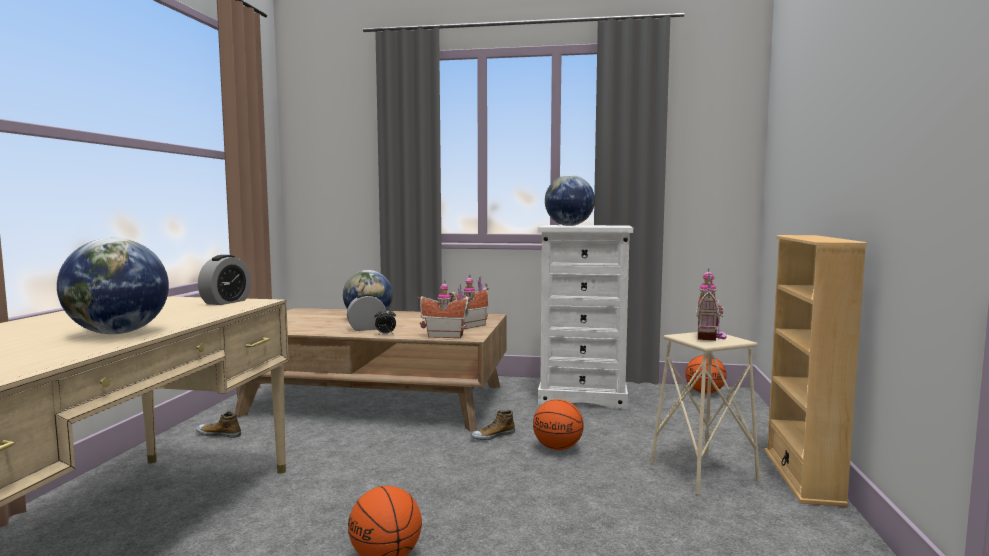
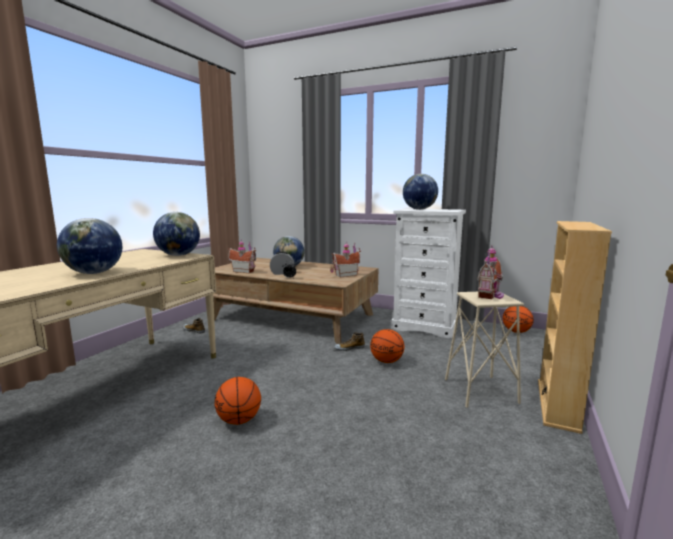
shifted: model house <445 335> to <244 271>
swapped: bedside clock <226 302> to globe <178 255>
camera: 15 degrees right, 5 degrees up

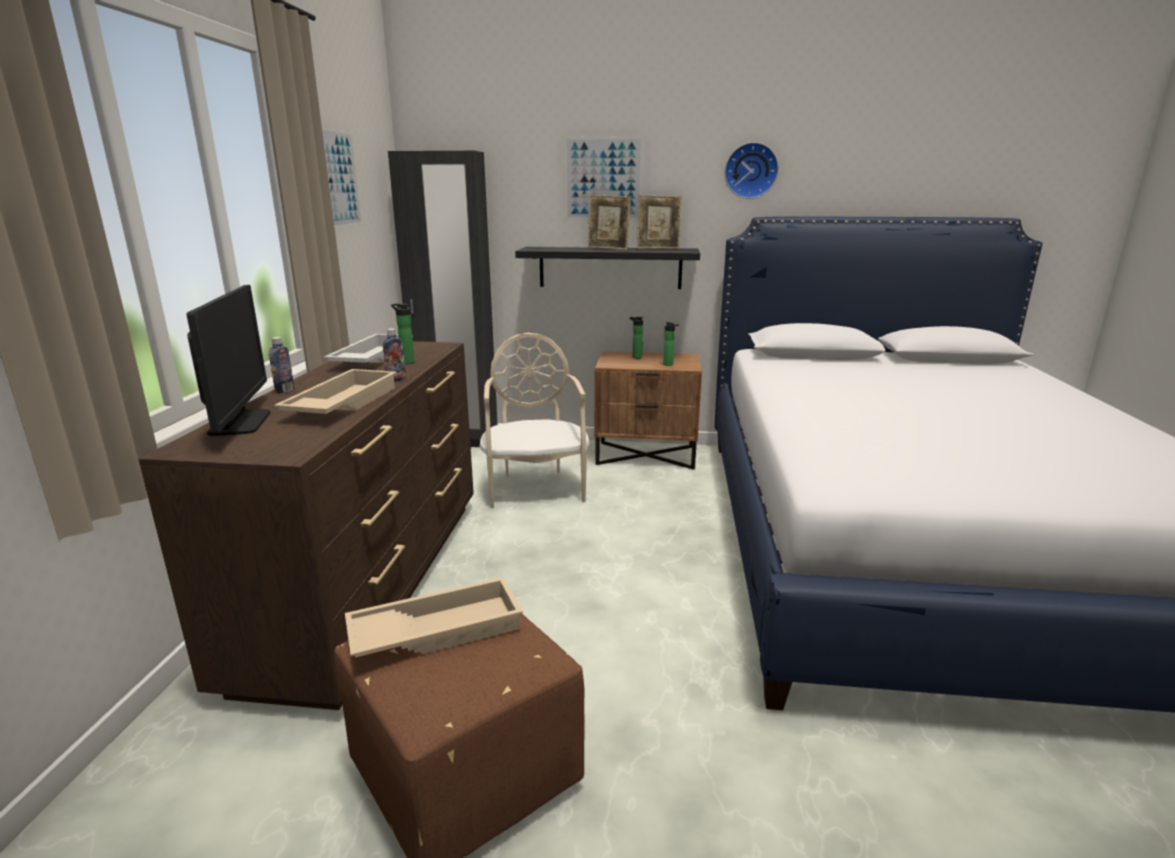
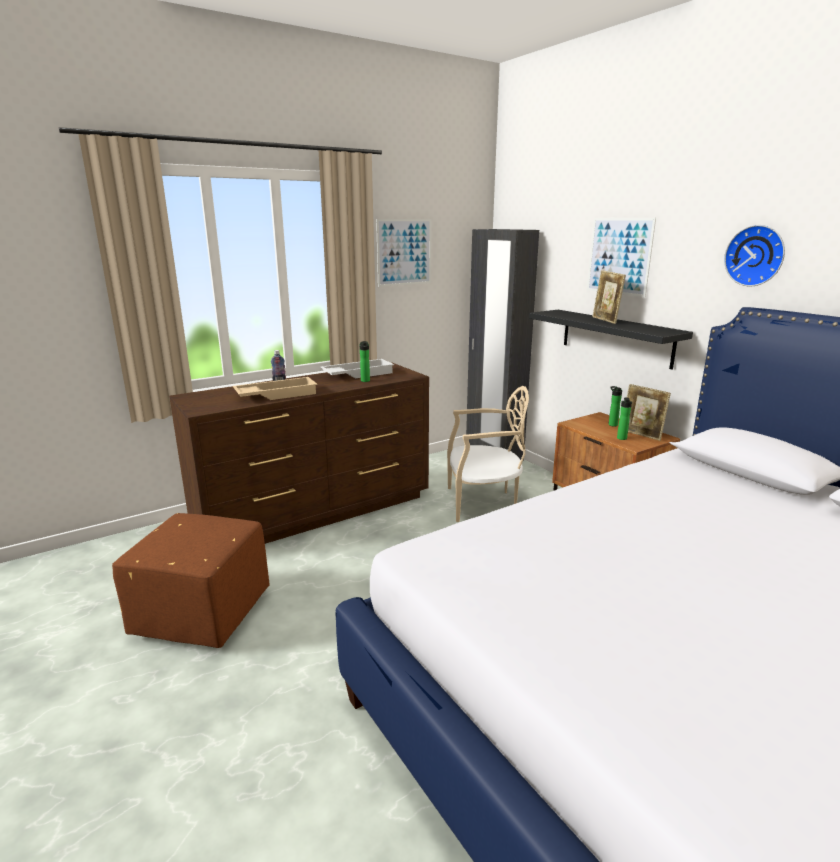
gone: computer screen <240 423>; beige-coloured carrying tray <437 629>; beverage bottle <396 379>
shifted: photo frame <658 248> to <641 435>
rotated: beige-coloured upright chair <536 487> = <483 503> 45 degrees clockwise
camera: 50 degrees right, 0 degrees up

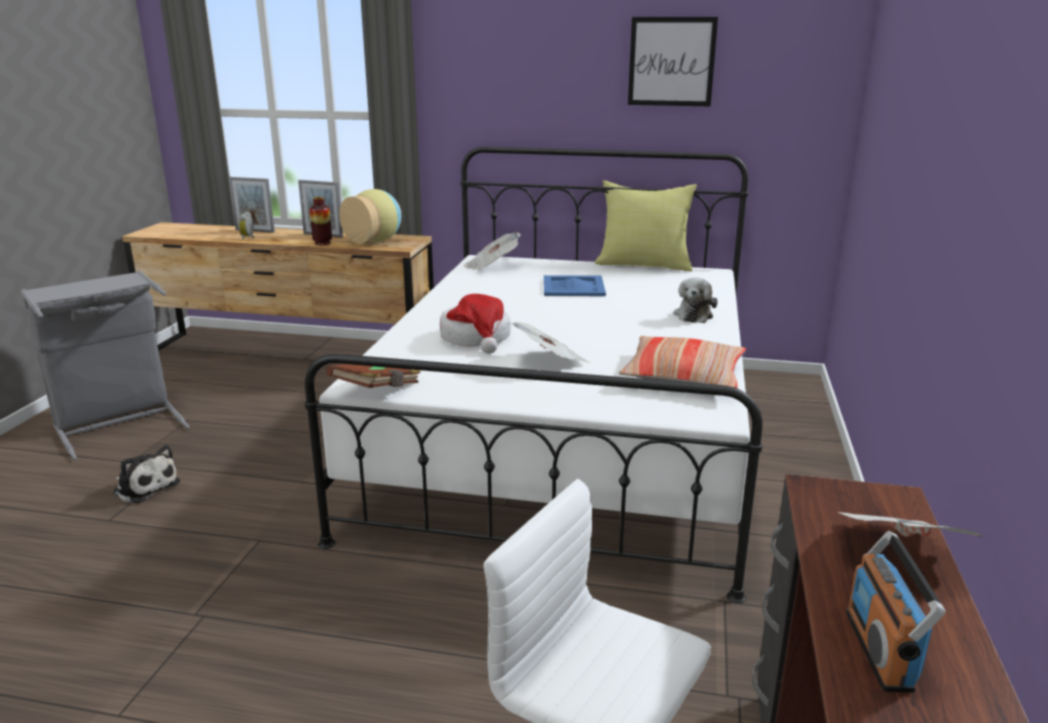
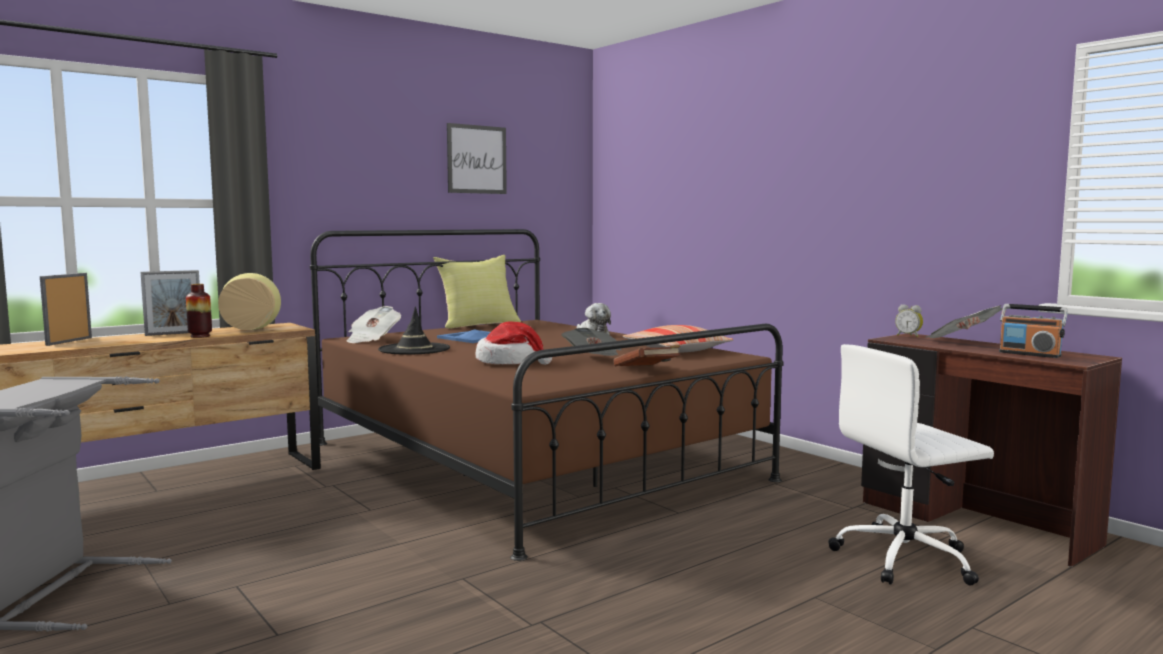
gone: cuddly toy <145 487>
new: black-coloured hat <414 349>
shifted: bedside clock <249 238> to <908 336>; brown-coloured volume <377 390> to <647 371>
repainted: white bed <565 440> to brown-coloured bed <531 461>
rotated: photo frame <255 231> = <69 341> 135 degrees clockwise
camera: 50 degrees left, 15 degrees down

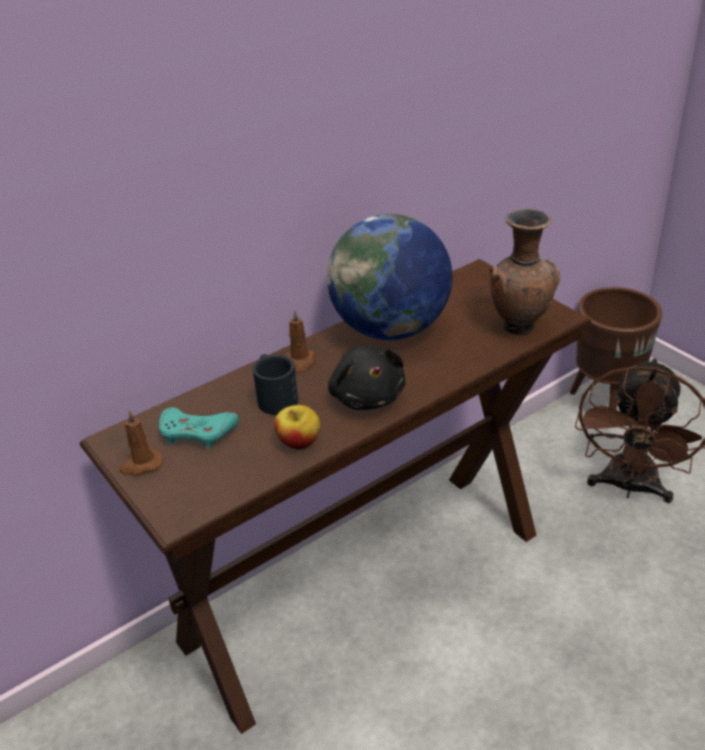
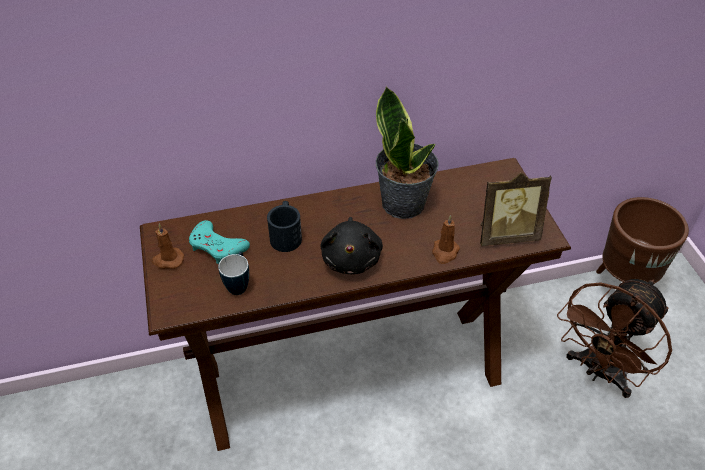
gone: apple <299 441>
new: coffee mug <239 284>
shifted: brown-coloured candle <300 362> to <445 252>
swapped: globe <391 329> to potted plant <404 203>; brown-coloured vase <519 326> to photo frame <506 235>
camera: 20 degrees right, 10 degrees up

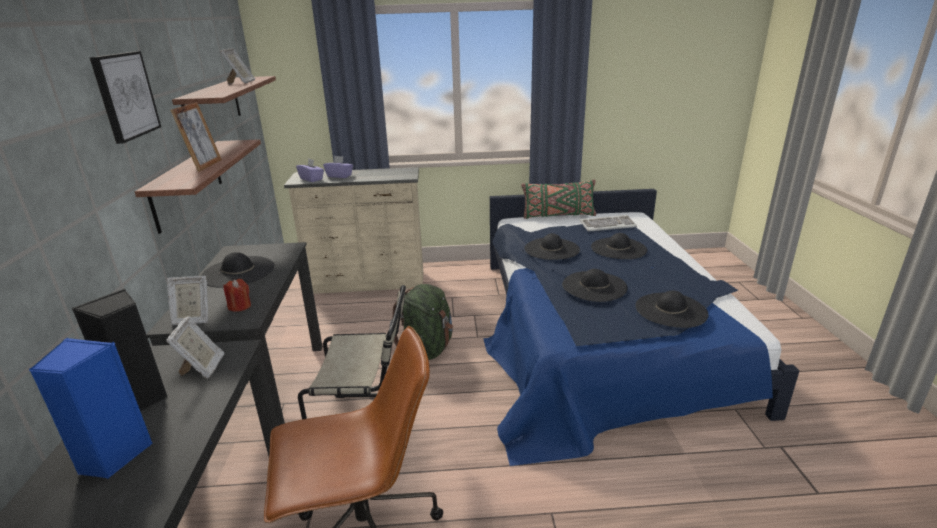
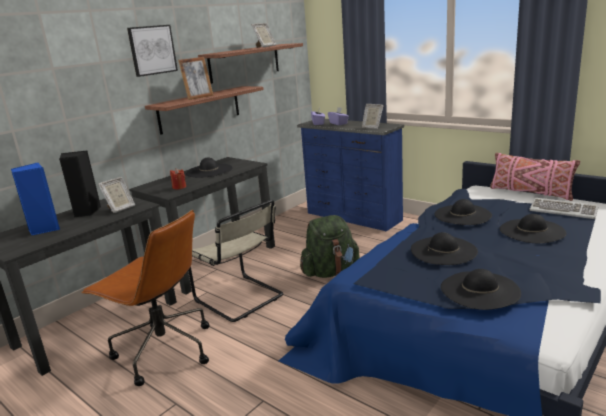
shifted: photo frame <192 319> to <372 127>
repainted: beige-coloured dresser <367 283> to blue-coloured dresser <353 217>; green-coloured throw pillow <558 215> to pinkish throw pillow <530 193>
camera: 45 degrees right, 5 degrees down

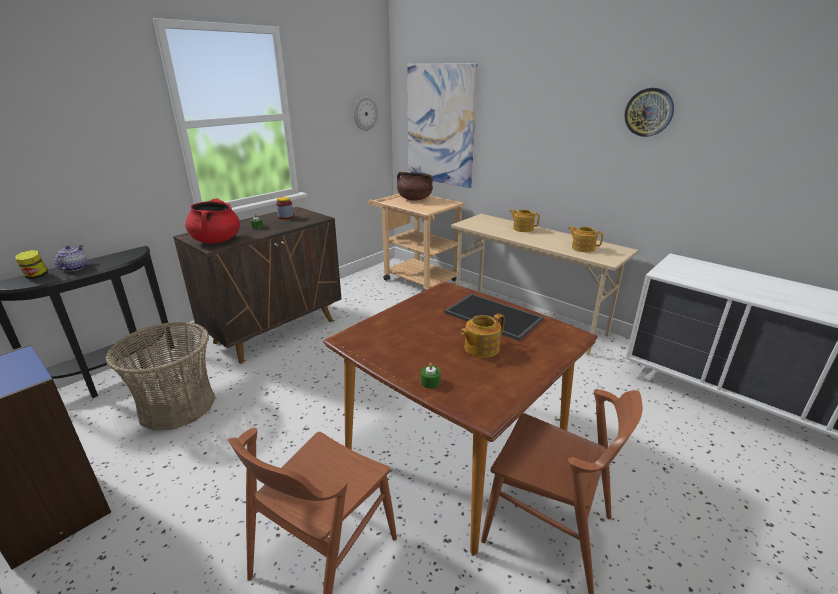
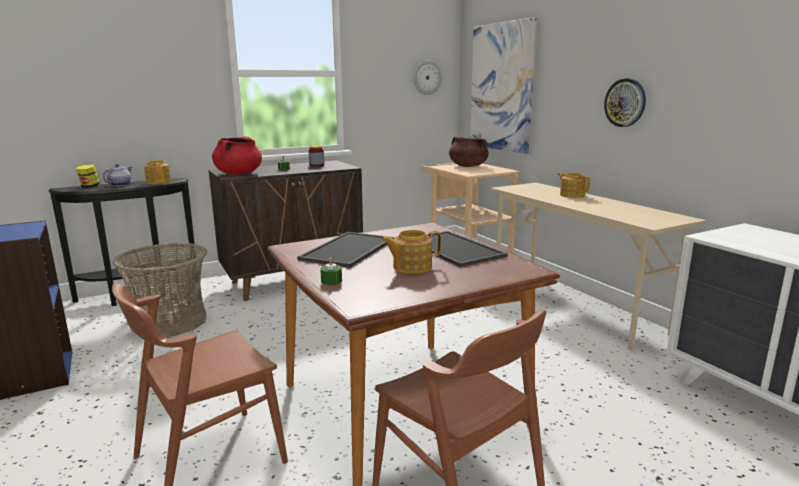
new: carrying tray <349 250>
shifted: teapot <582 248> to <159 182>; clock on the wall <649 112> to <625 103>
camera: 20 degrees right, 10 degrees down

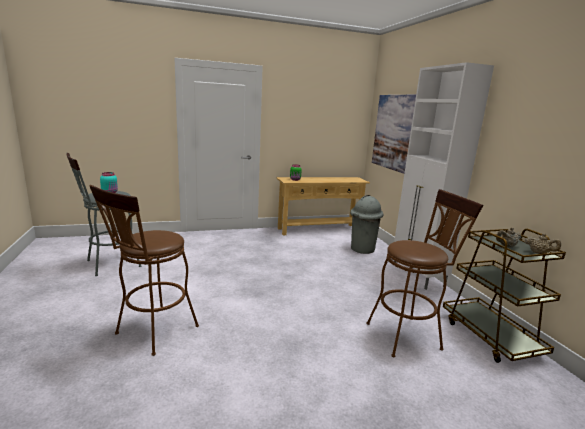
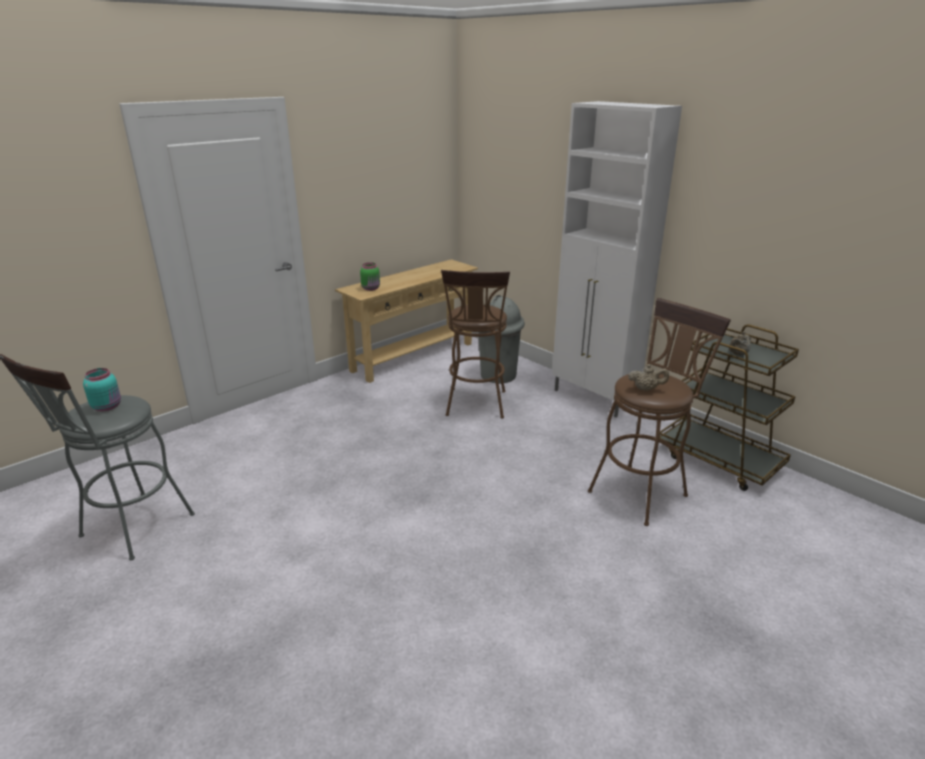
gone: wall picture <395 132>
shifted: brown-coloured stool seat <152 333> to <476 406>; beige-coloured teapot <539 253> to <646 389>
camera: 25 degrees left, 10 degrees up

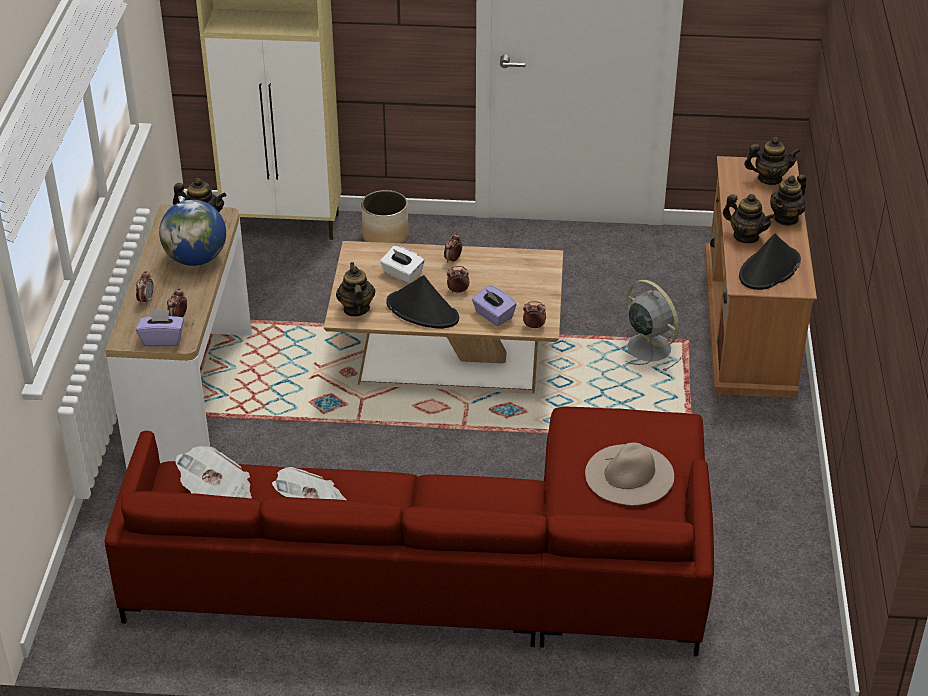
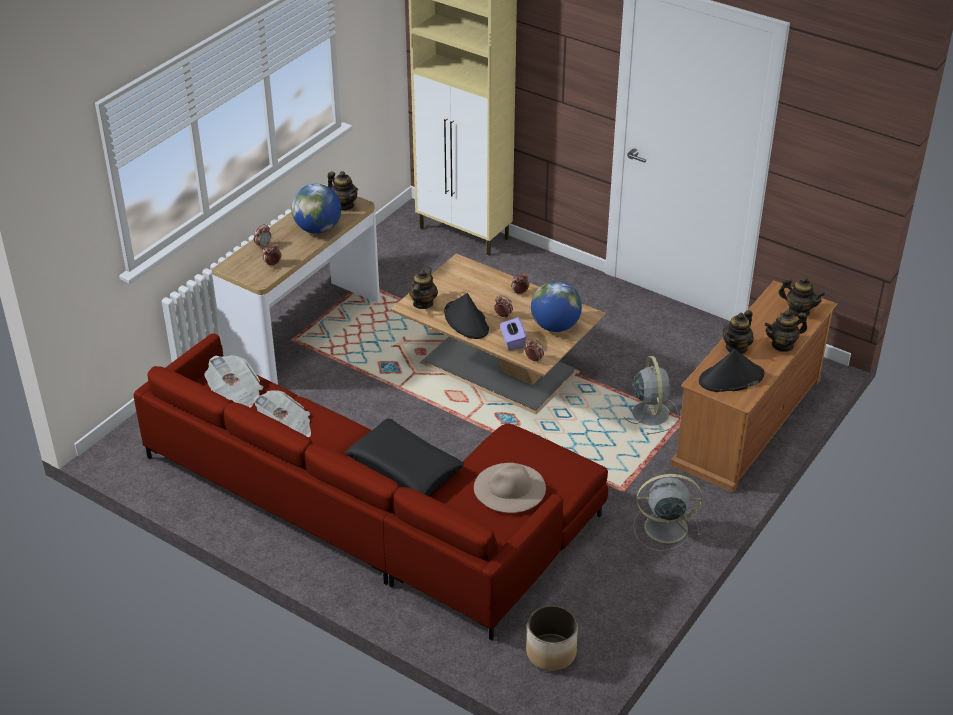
gone: purple-coloured box of tissues <162 339>; white box of tissues <402 274>
new: black-coloured throw pillow <405 468>; globe <555 326>; gray cooling fan <663 527>
shifted: plant pot <385 236> to <550 652>
rotated: teapot <746 236> = <736 348> 60 degrees clockwise
camera: 30 degrees right, 0 degrees up

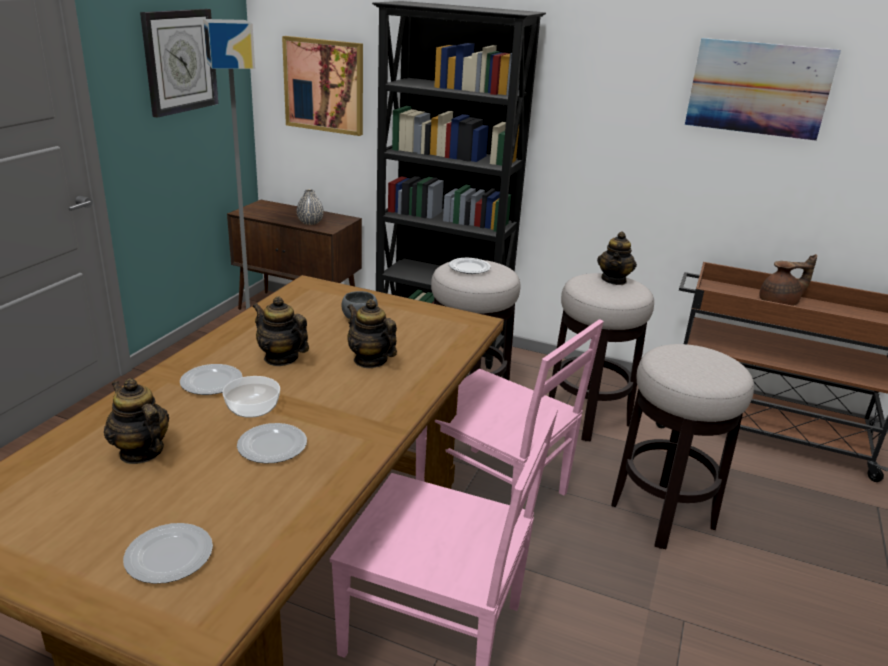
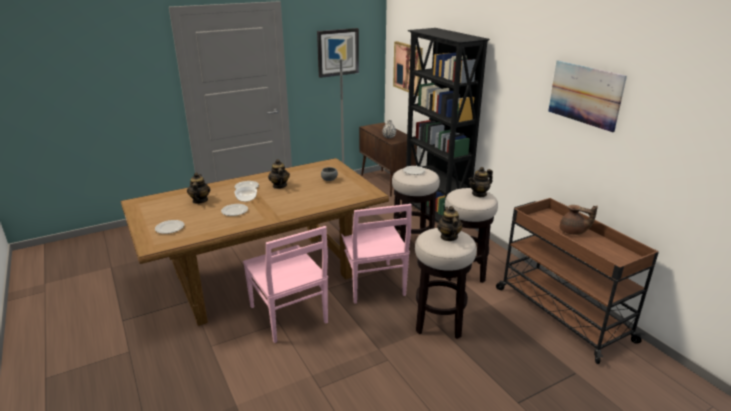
shifted: teapot <370 360> to <448 237>
camera: 40 degrees right, 0 degrees up

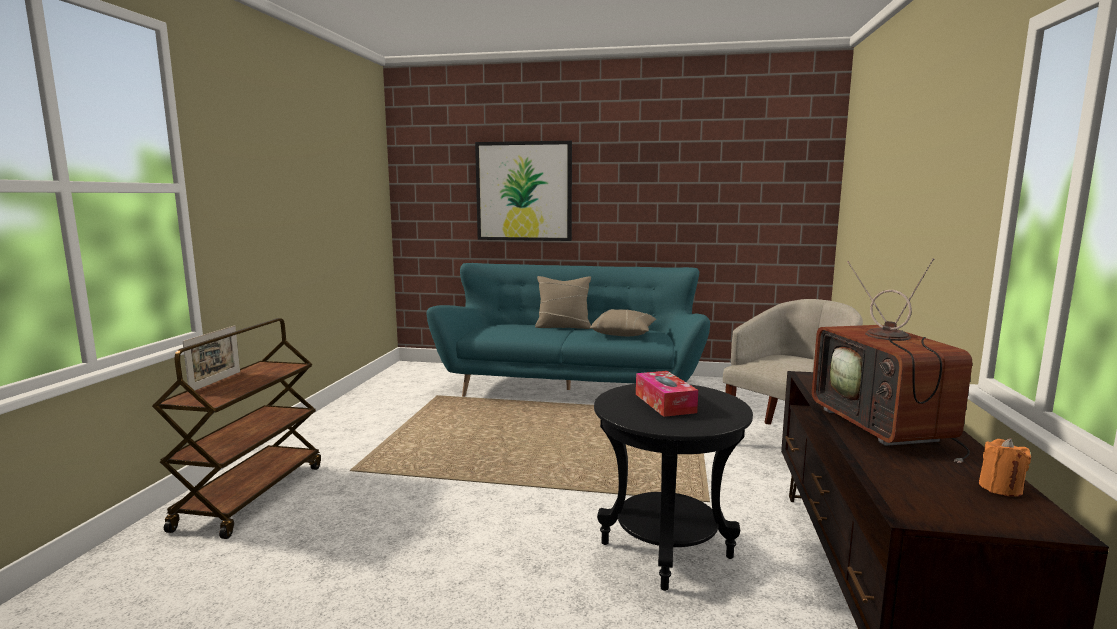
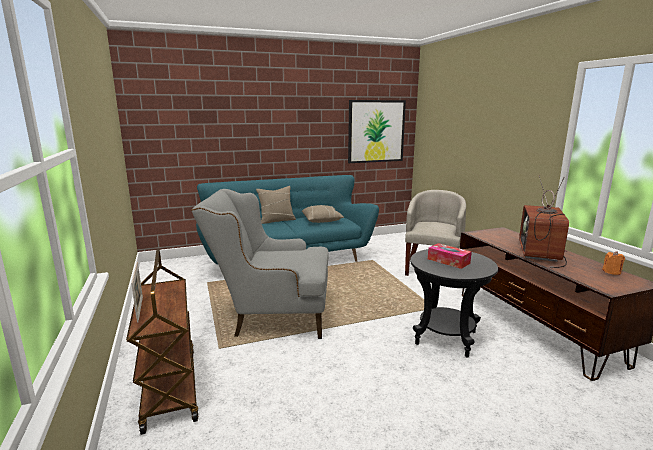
new: gray lounge chair <271 317>
shifted: wall picture <524 191> to <376 131>
rotated: TV set <886 427> = <541 253> 60 degrees clockwise
camera: 30 degrees left, 5 degrees up

